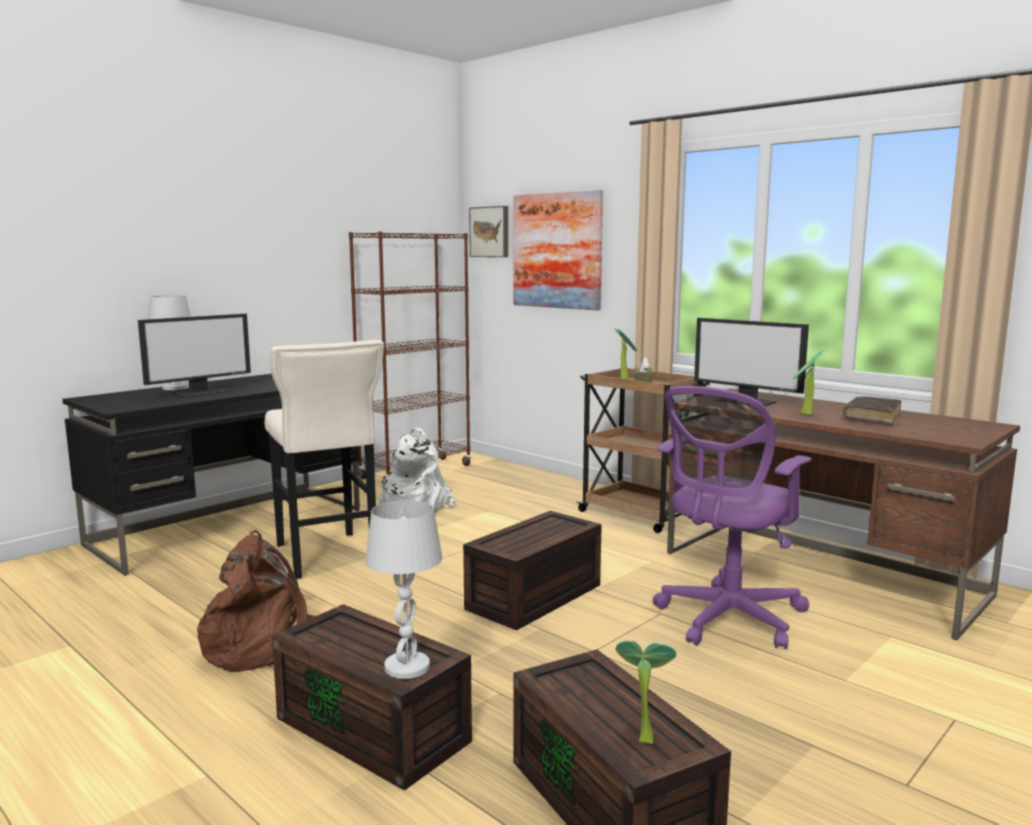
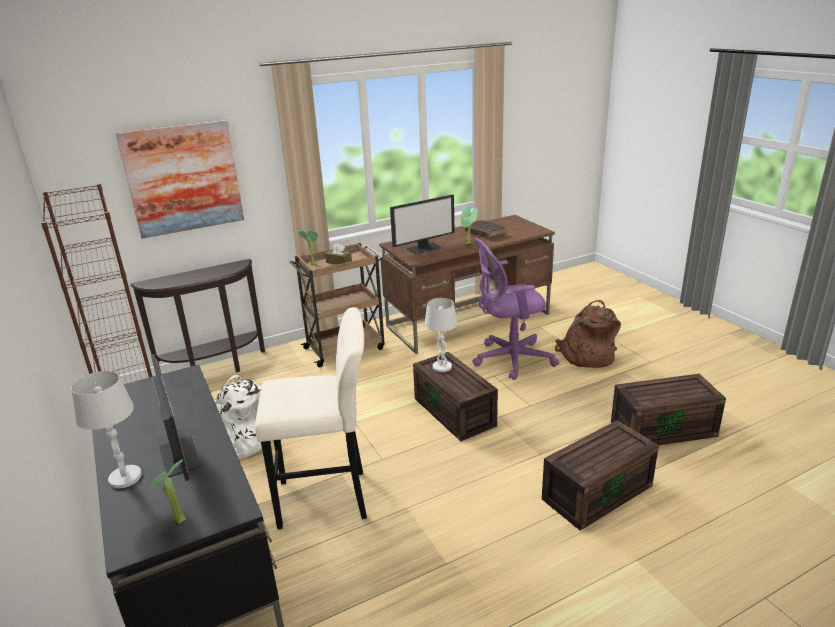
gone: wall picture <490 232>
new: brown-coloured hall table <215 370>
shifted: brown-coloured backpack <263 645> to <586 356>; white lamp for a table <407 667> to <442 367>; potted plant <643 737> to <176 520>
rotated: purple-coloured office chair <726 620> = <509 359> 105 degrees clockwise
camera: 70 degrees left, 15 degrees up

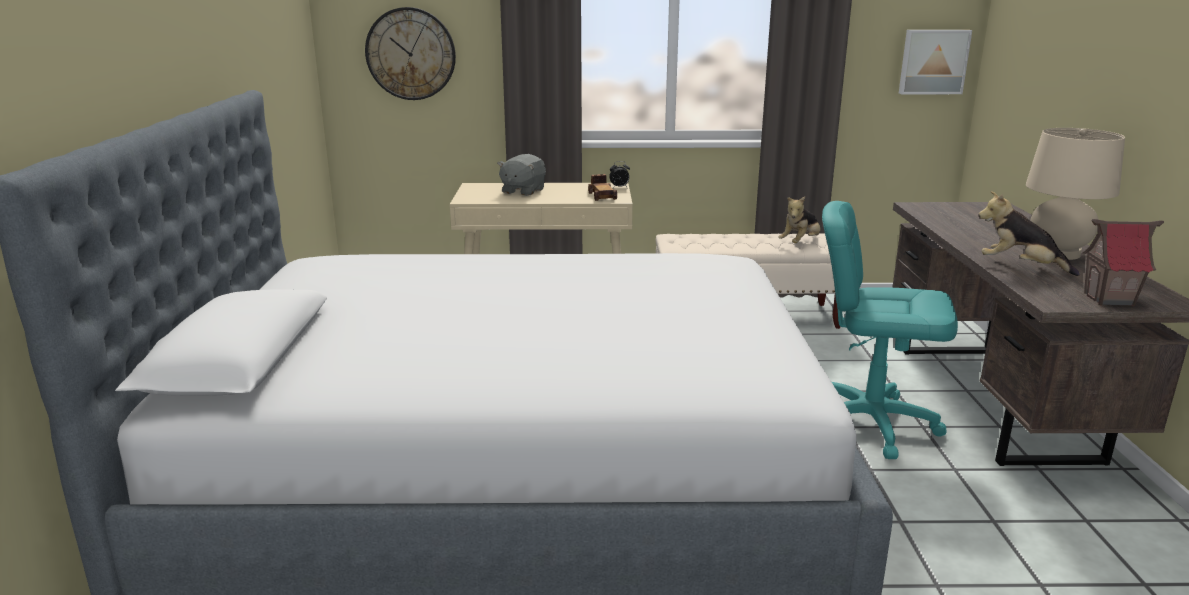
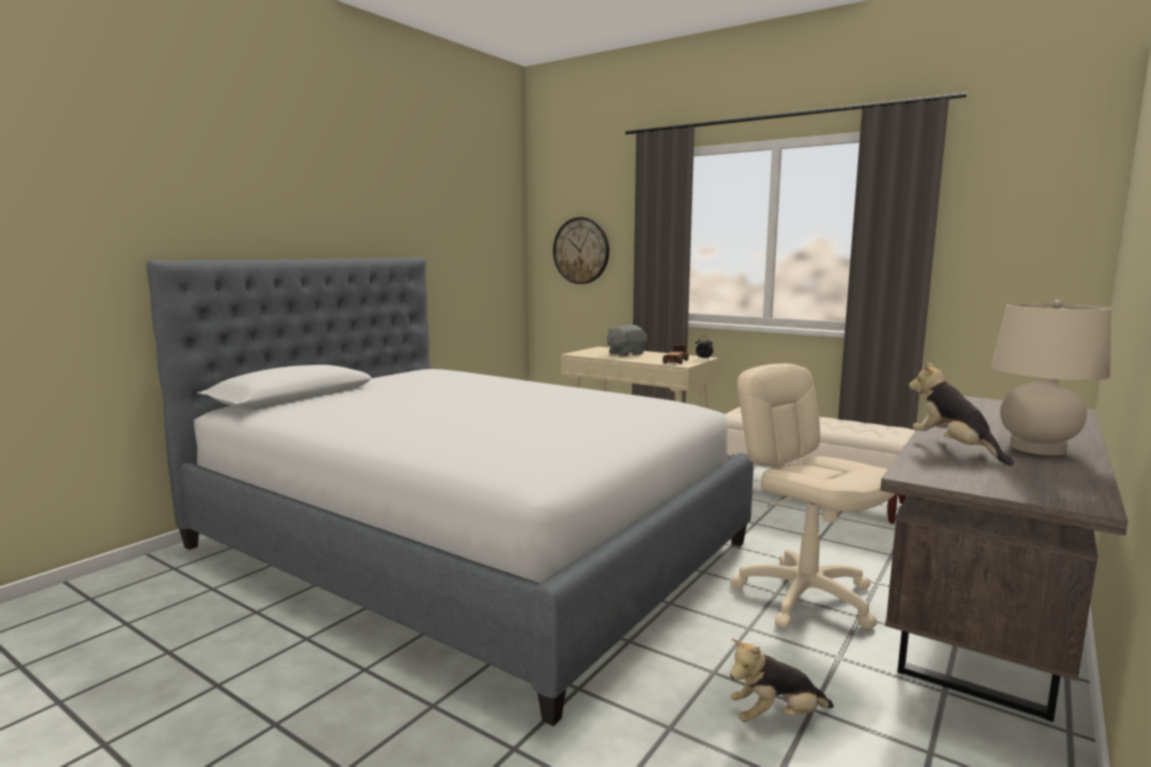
gone: wall picture <933 61>; model house <1109 299>
shifted: cuddly toy <800 243> to <776 717>
repainted: turquoise-coloured office chair <869 423> to beige-coloured office chair <806 596>
camera: 35 degrees right, 10 degrees down

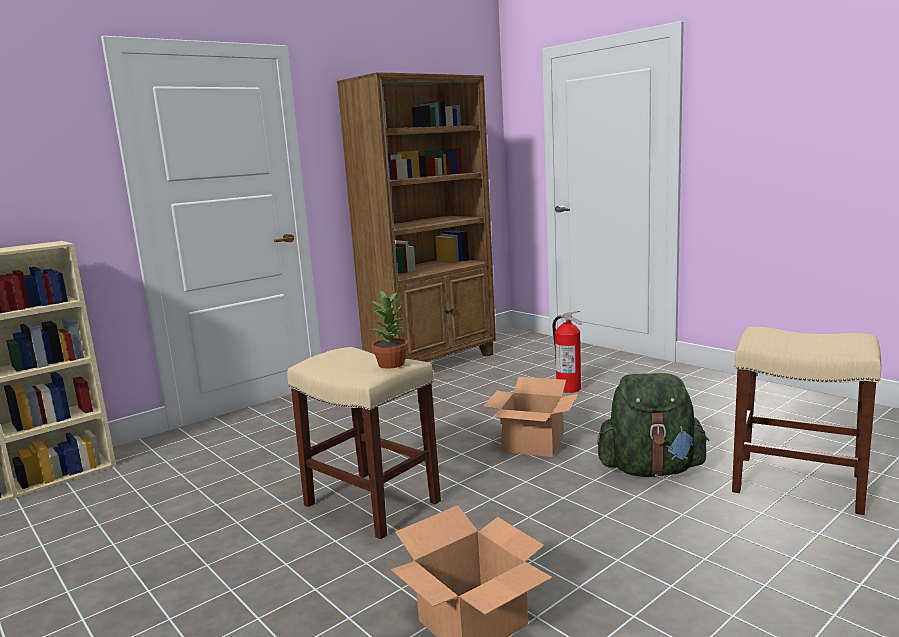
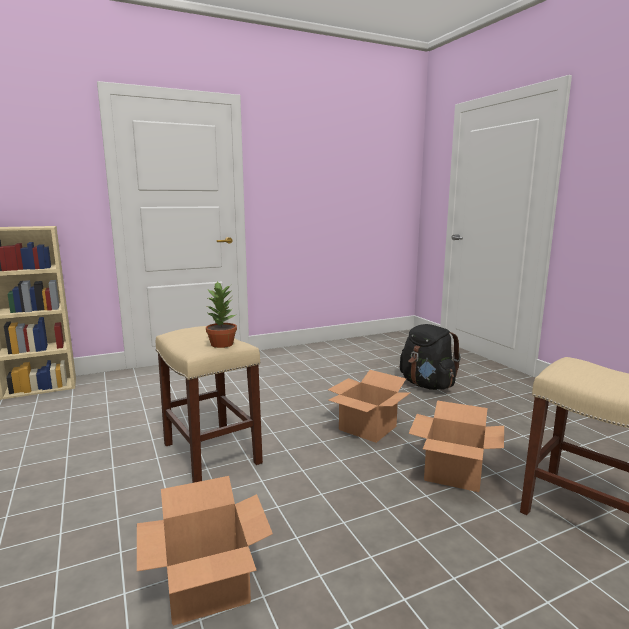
gone: brown-coloured bookshelf <433 363>
swapped: fire-fighting cylinder <568 388> to black-coloured backpack <427 385>; green-coloured backpack <651 470> to cardboard box <454 473>
camera: 15 degrees right, 0 degrees up

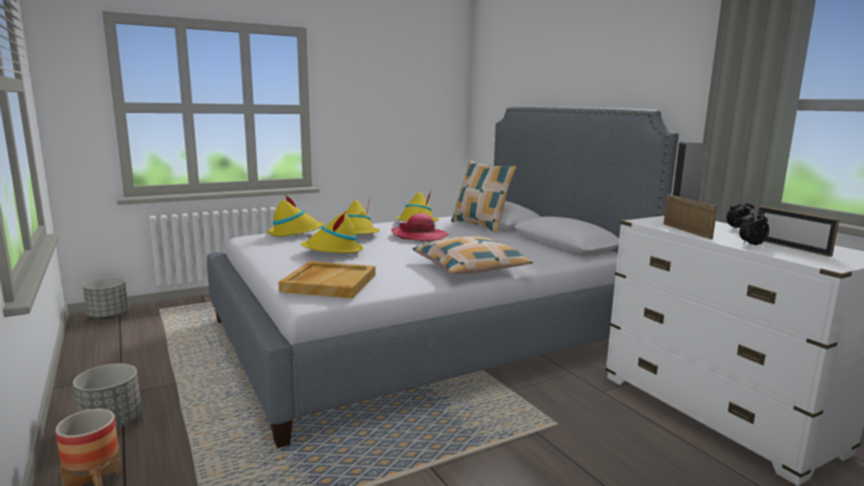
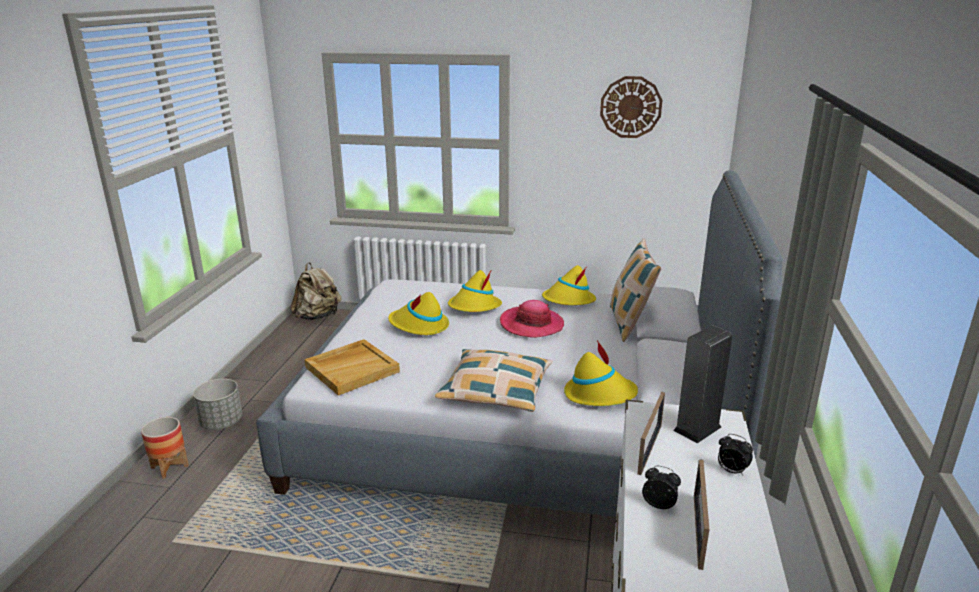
new: clock on the wall <630 107>
shifted: yellow hat <295 233> to <600 395>
swapped: gray plant pot <108 315> to beige-coloured backpack <318 316>
camera: 40 degrees right, 10 degrees up

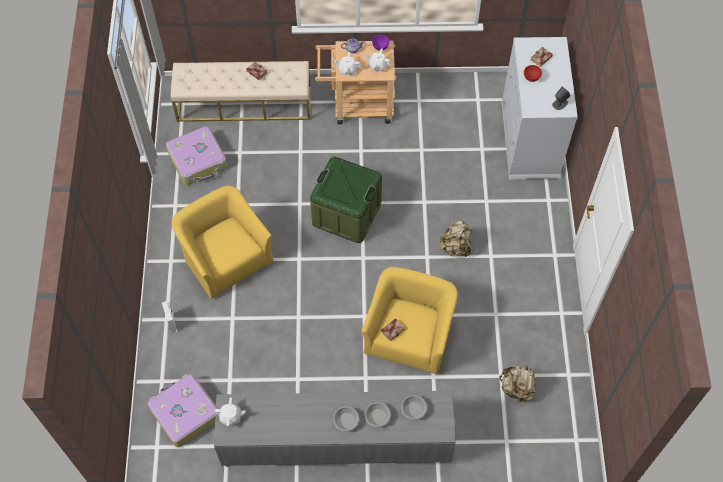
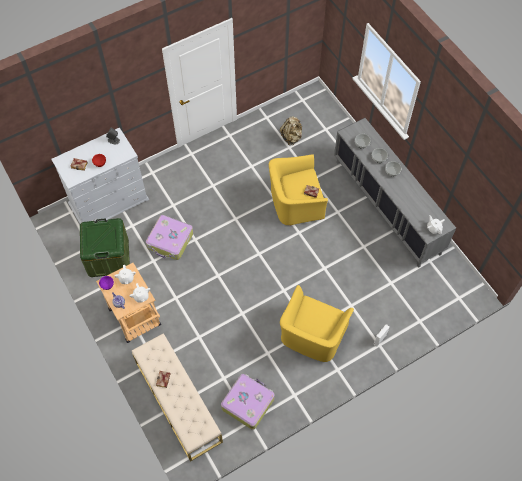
gone: beige-coloured backpack <456 247>
shifted: piece of luggage <184 413> to <170 241>; green-coloured storage container <346 213> to <108 257>
camera: 120 degrees left, 0 degrees up

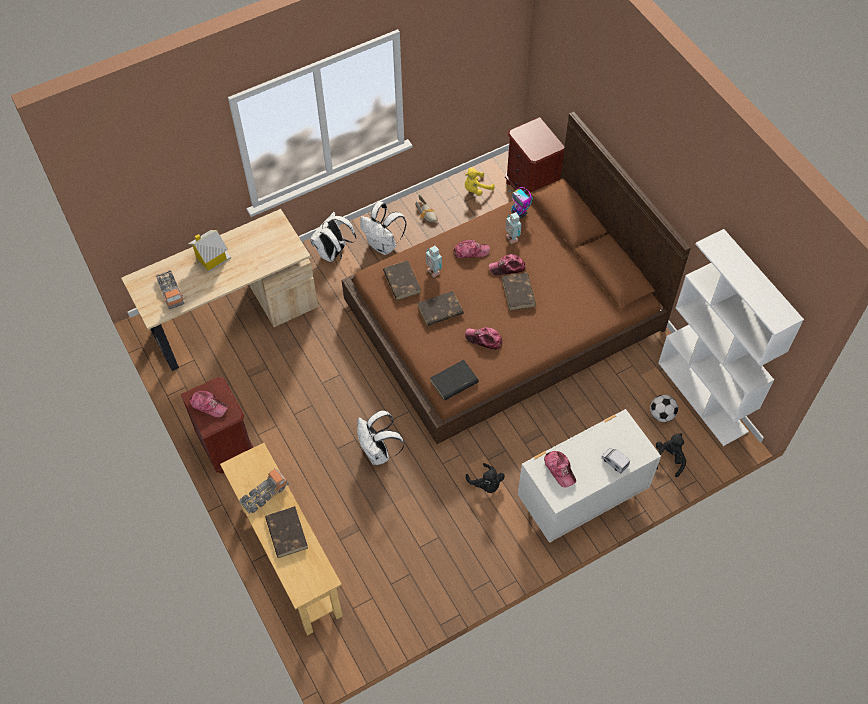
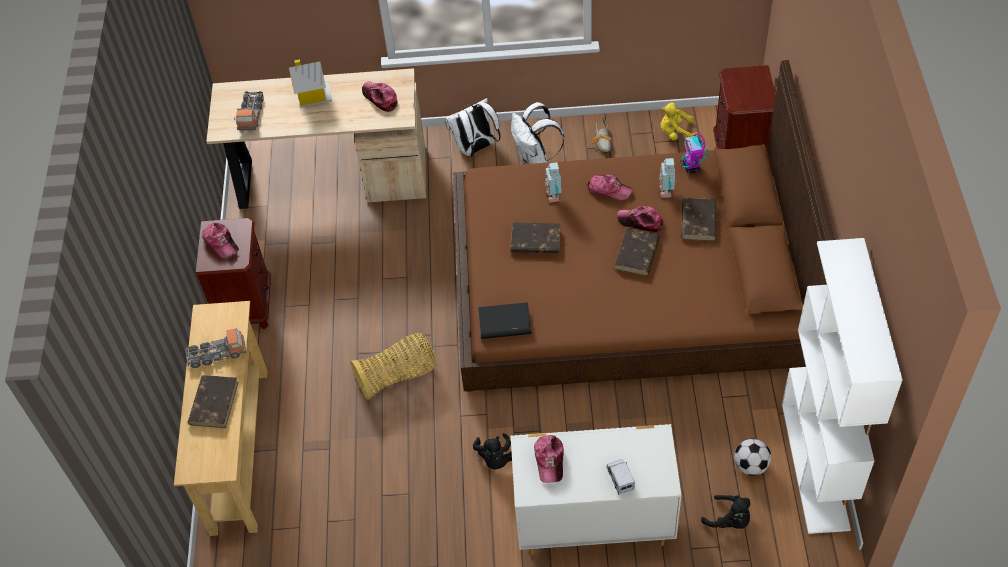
shifted: brown-coloured volume <401 281> to <698 221>; cap <484 339> to <380 98>
swapped: white backpack <378 453> to basket <398 376>
rotated: black-coloured cuddly toy <669 459> = <729 520> 75 degrees clockwise
camera: 30 degrees right, 5 degrees down

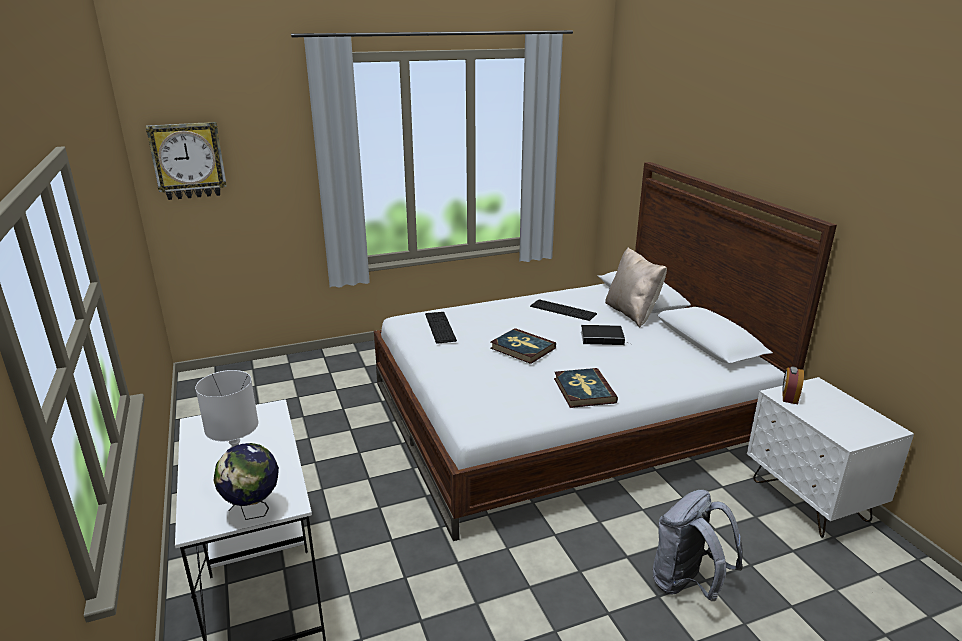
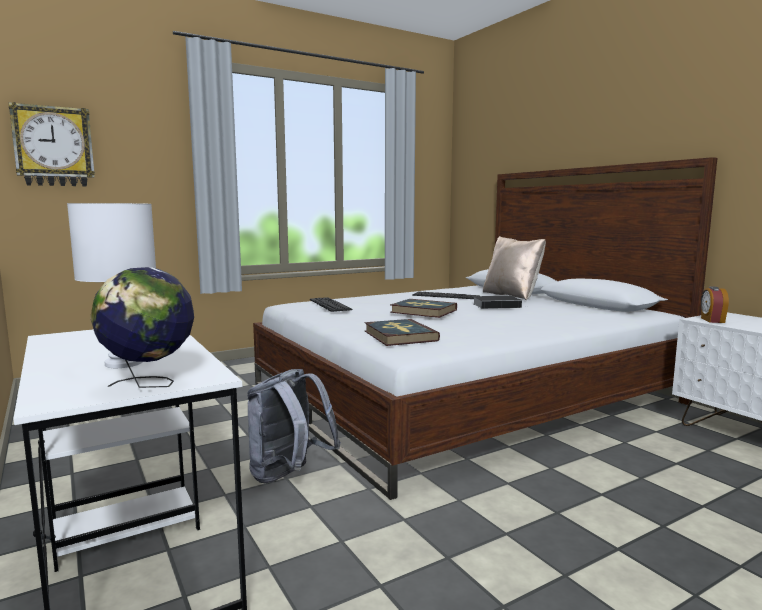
shifted: volume <583 390> to <399 336>; gray backpack <687 584> to <289 476>
camera: 10 degrees left, 15 degrees down

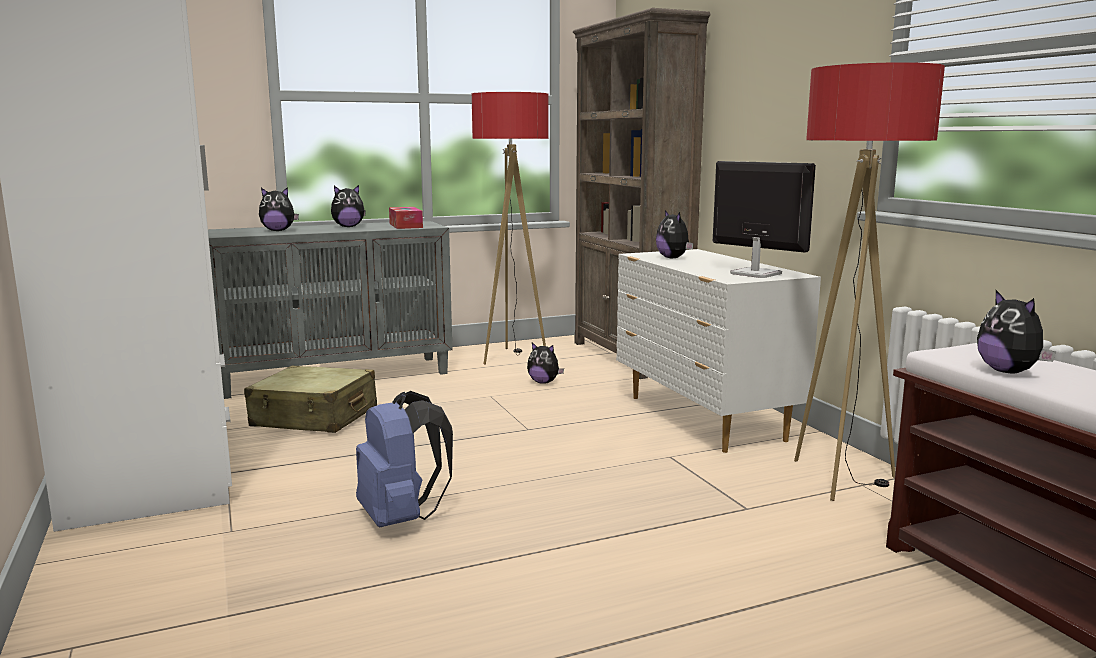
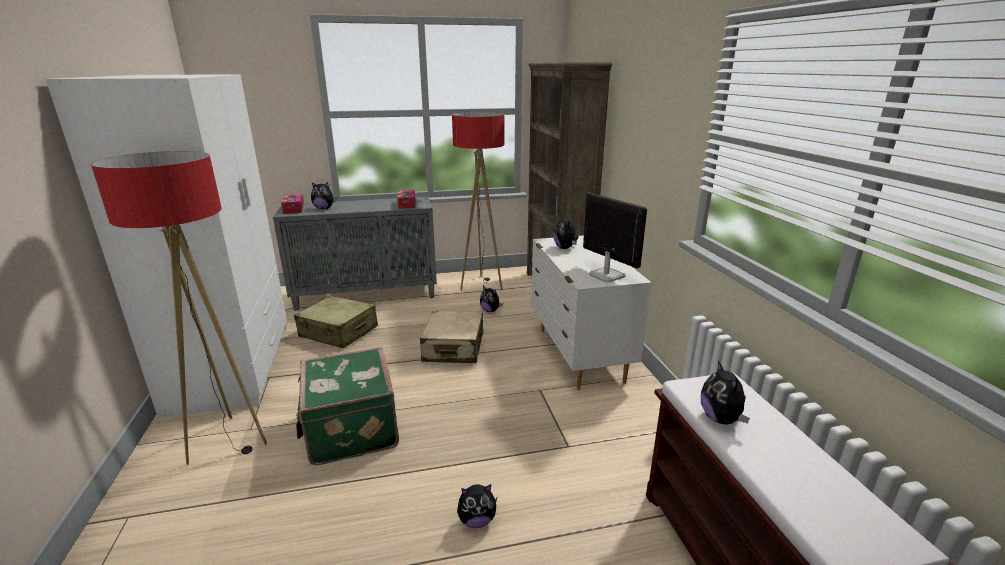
new: box of tissues <293 209>; beige-coloured piece of luggage <453 347>
shifted: cuddly toy <348 227> to <477 520>; standing lamp <840 479> to <229 441>
swapped: blue-coloured backpack <401 518> to green-coloured piece of luggage <350 429>
camera: 10 degrees right, 10 degrees up

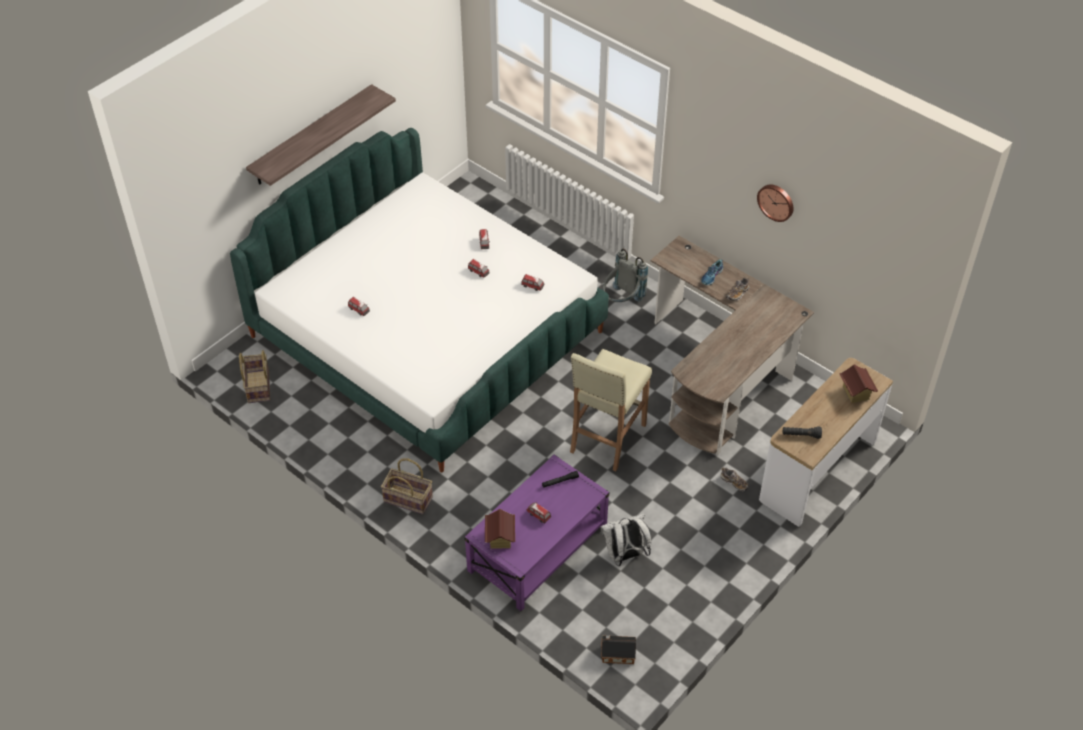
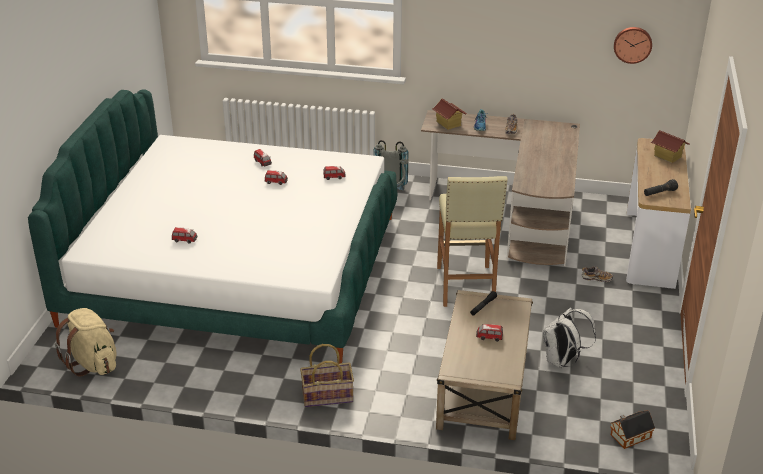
gone: shelf <312 135>
shifted: model house <500 538> to <448 124>; clock on the wall <776 202> to <632 44>
swapped: basket <257 386> to beige-coloured backpack <93 363>
repainted: purple-coloured low table <537 549> to beige-coloured low table <483 386>
camera: 30 degrees left, 15 degrees down

